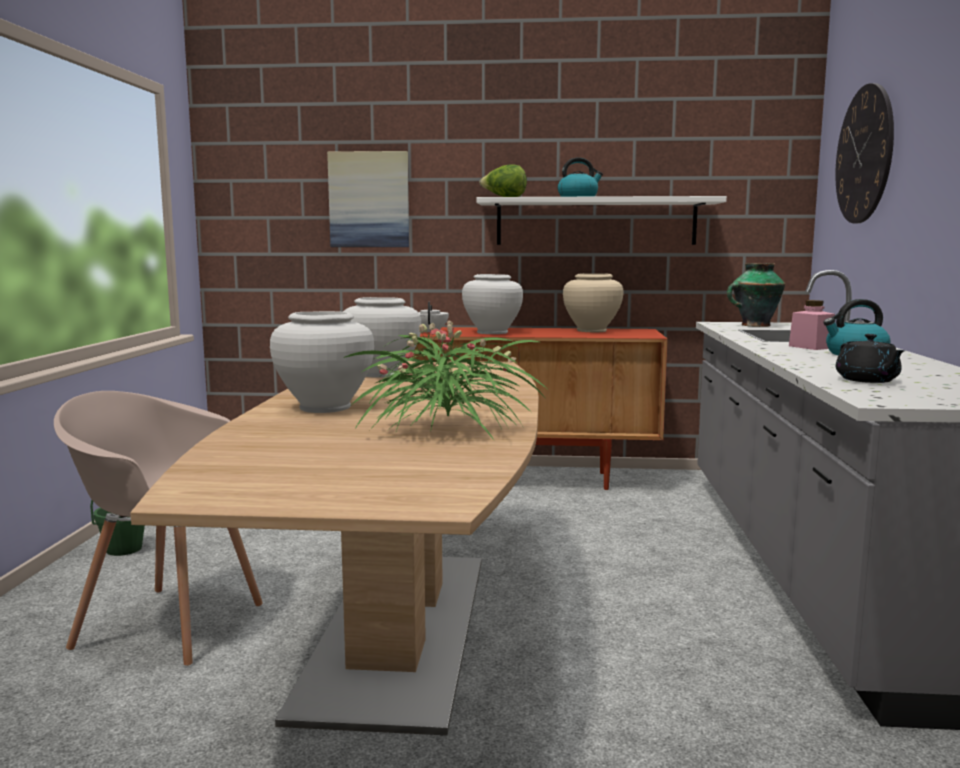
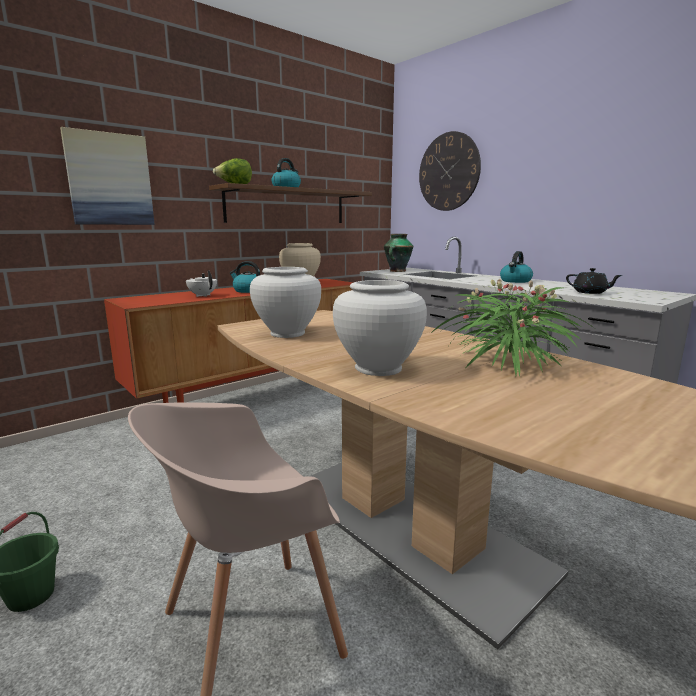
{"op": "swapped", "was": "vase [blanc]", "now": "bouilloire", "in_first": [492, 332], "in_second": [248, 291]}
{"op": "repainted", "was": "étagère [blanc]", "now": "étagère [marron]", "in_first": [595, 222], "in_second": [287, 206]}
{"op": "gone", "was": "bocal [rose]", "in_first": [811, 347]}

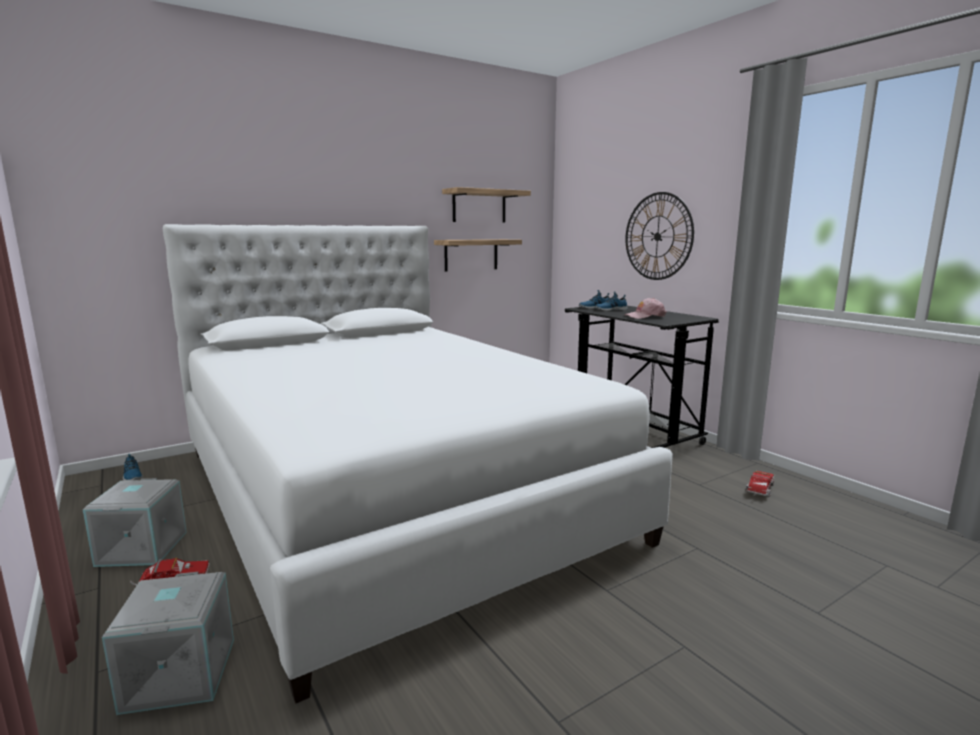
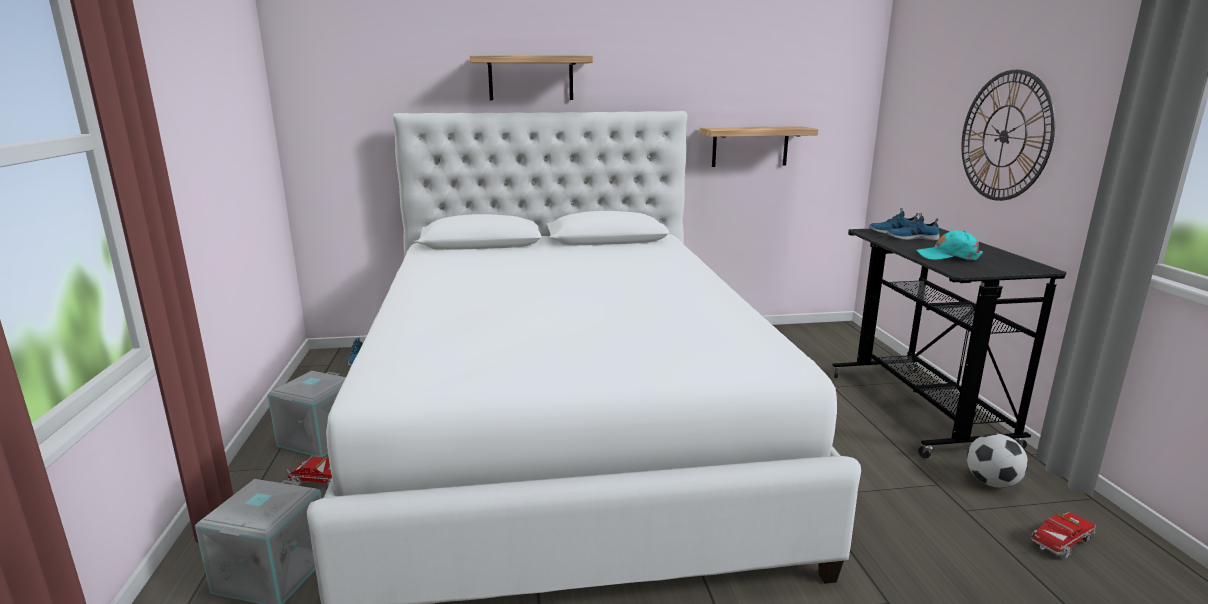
{"op": "shifted", "was": "étagère", "in_first": [479, 206], "in_second": [531, 78]}
{"op": "repainted", "was": "casquette [rose]", "now": "casquette [turquoise]", "in_first": [645, 316], "in_second": [948, 256]}
{"op": "new", "now": "ballon de foot", "in_second": [991, 483]}

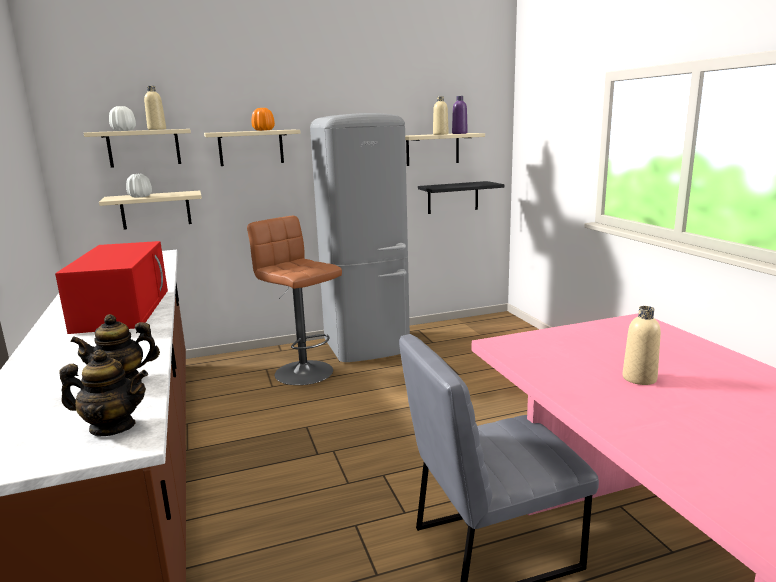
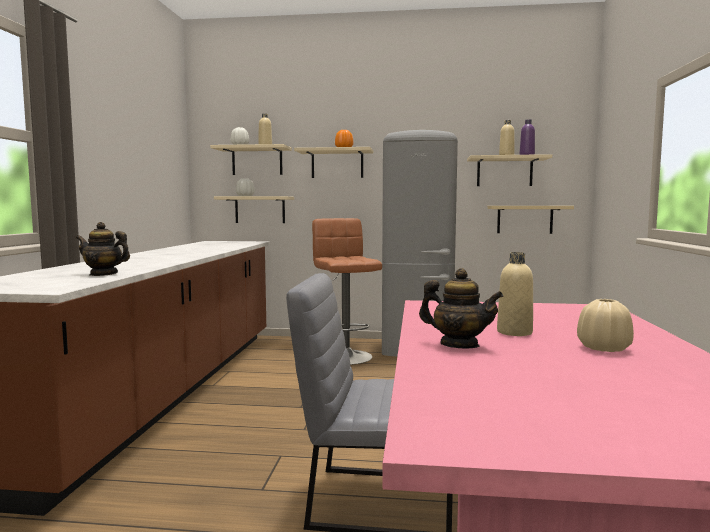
{"op": "gone", "was": "micro-ondes [rouge]", "in_first": [123, 309]}
{"op": "shifted", "was": "théière", "in_first": [112, 427], "in_second": [459, 345]}
{"op": "repainted", "was": "étagère [noir]", "now": "étagère [beige]", "in_first": [453, 197], "in_second": [524, 219]}
{"op": "new", "now": "vase [beige]", "in_second": [604, 348]}

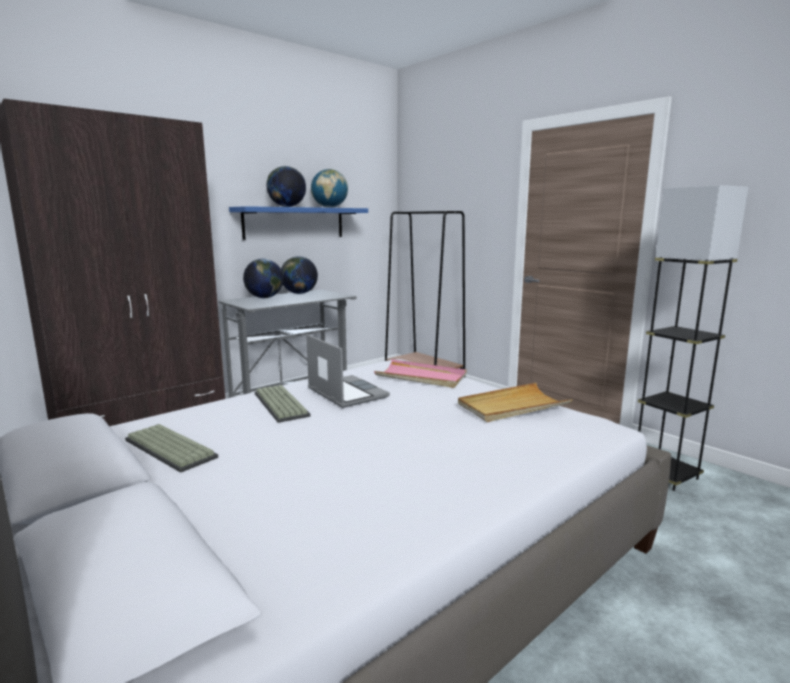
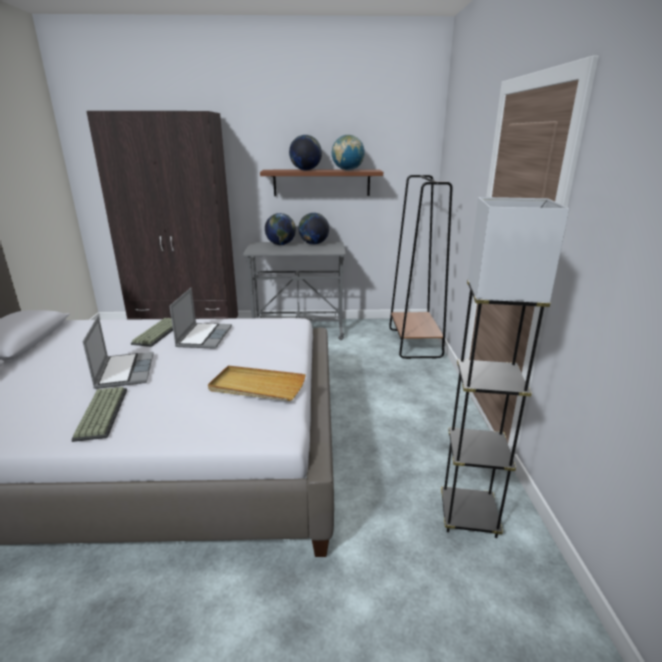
{"op": "shifted", "was": "clavier", "in_first": [167, 449], "in_second": [100, 413]}
{"op": "repainted", "was": "étagère [bleu]", "now": "étagère [marron]", "in_first": [294, 223], "in_second": [321, 182]}
{"op": "gone", "was": "plateau [rose]", "in_first": [421, 377]}
{"op": "new", "now": "ordinateur portable", "in_second": [124, 371]}

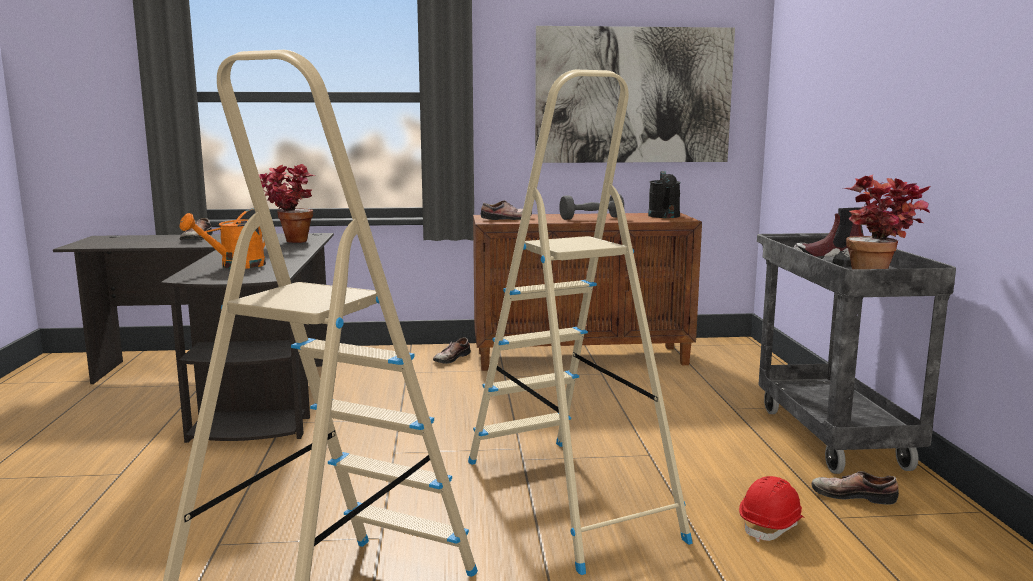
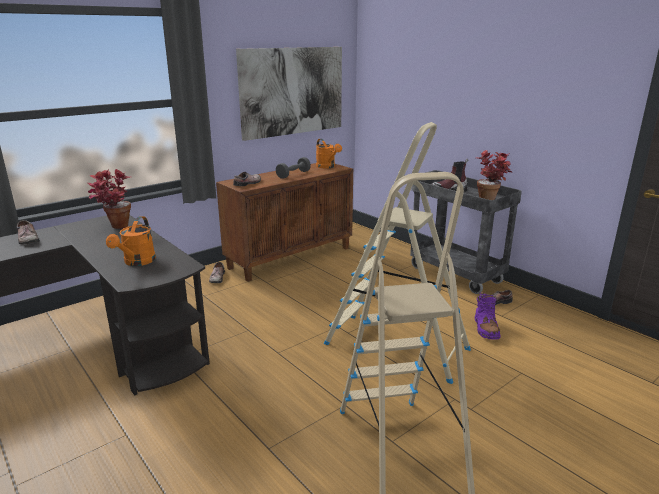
{"op": "repainted", "was": "arrosoir [noir]", "now": "arrosoir [orange]", "in_first": [664, 217], "in_second": [327, 167]}
{"op": "swapped", "was": "casque de chantier [rouge]", "now": "botte [violet]", "in_first": [772, 525], "in_second": [485, 329]}

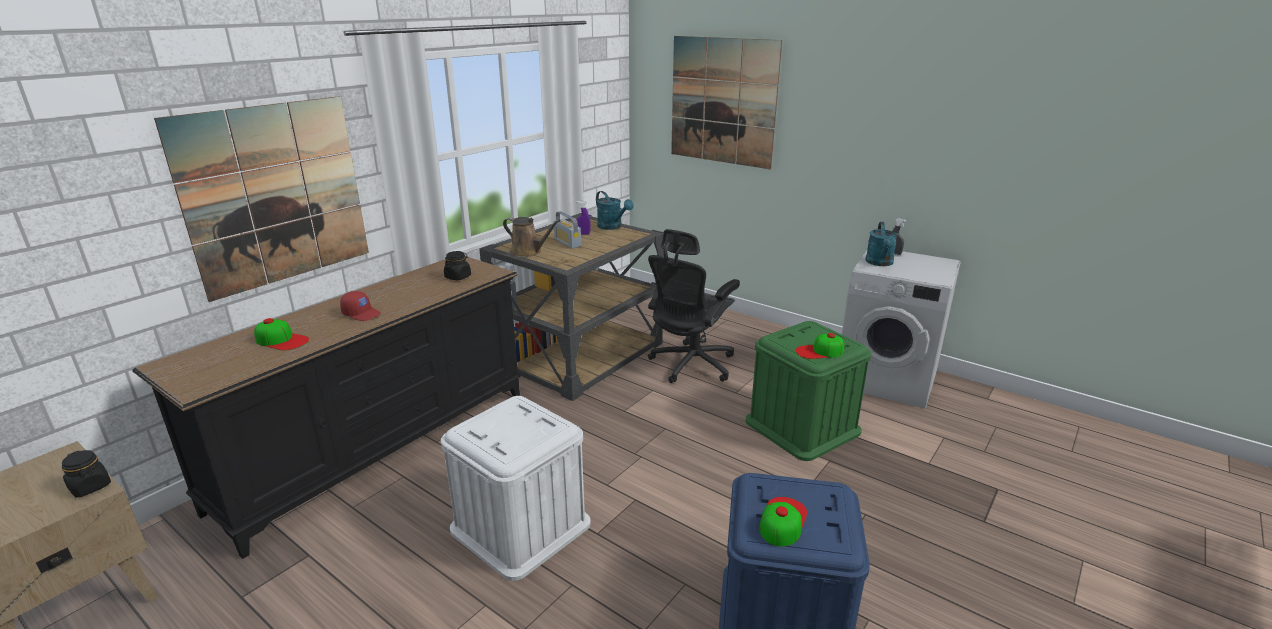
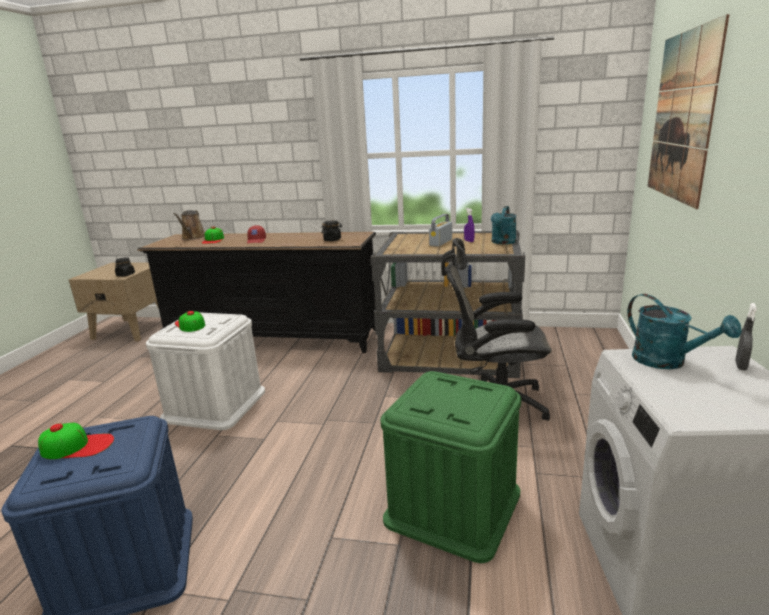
{"op": "gone", "was": "tableau", "in_first": [275, 194]}
{"op": "shifted", "was": "arrosoir [marron]", "in_first": [528, 252], "in_second": [193, 237]}
{"op": "shifted", "was": "casquette", "in_first": [819, 351], "in_second": [190, 324]}
{"op": "rotated", "was": "arrosoir [turquoise]", "in_first": [880, 263], "in_second": [667, 362], "clockwise": -105}

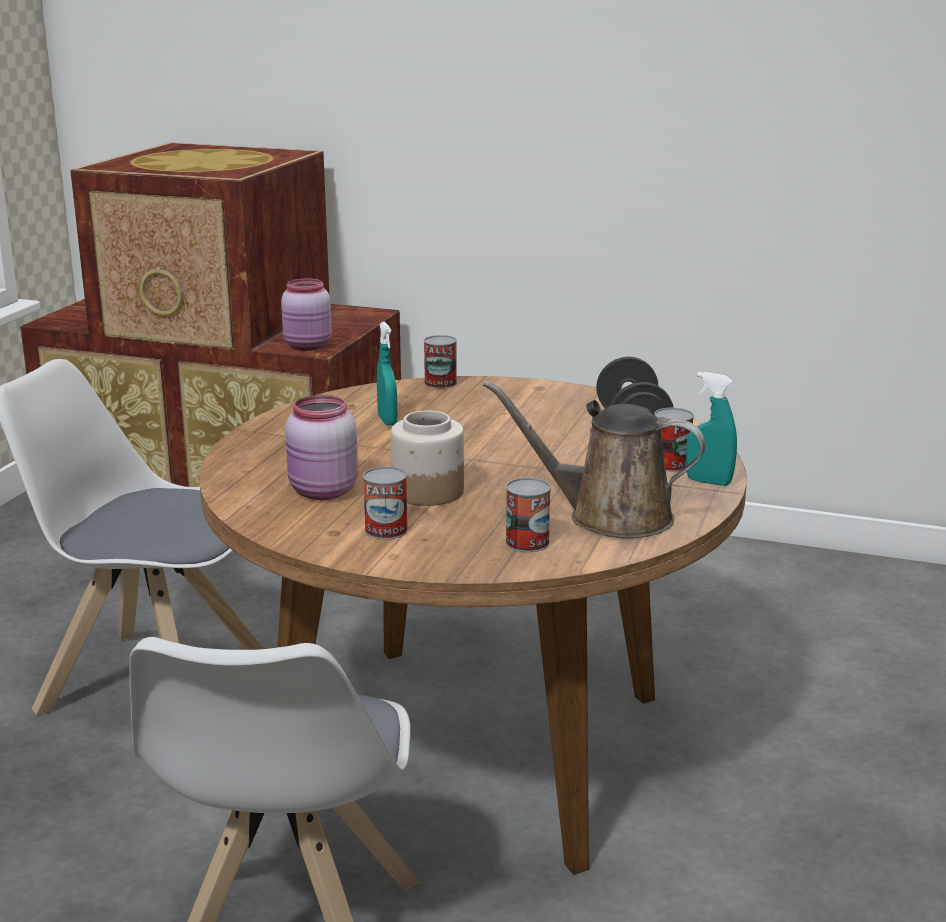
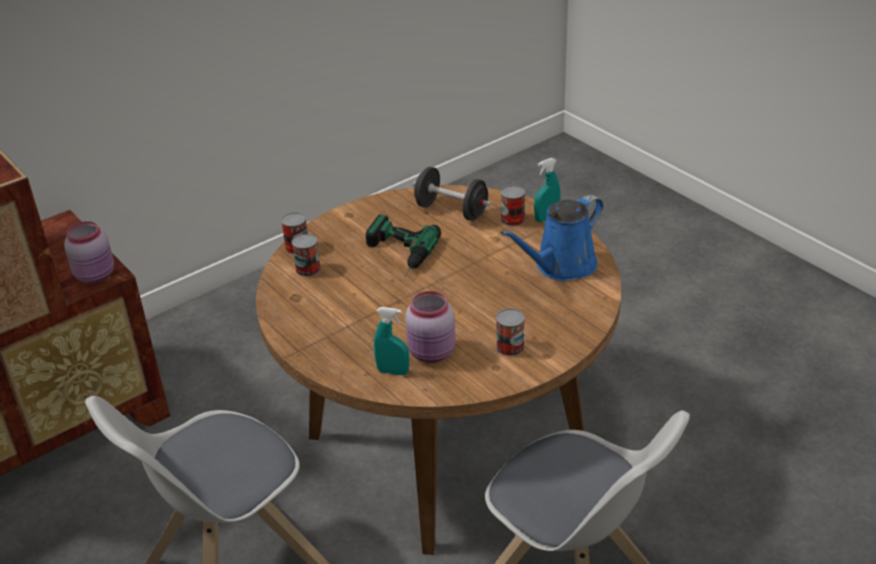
{"op": "shifted", "was": "vaporisateur [turquoise]", "in_first": [387, 421], "in_second": [393, 371]}
{"op": "gone", "was": "bocal", "in_first": [427, 492]}
{"op": "repainted", "was": "arrosoir [marron]", "now": "arrosoir [bleu]", "in_first": [609, 517], "in_second": [561, 266]}
{"op": "shifted", "was": "boîte métallique", "in_first": [527, 542], "in_second": [308, 269]}
{"op": "new", "now": "perceuse", "in_second": [396, 254]}

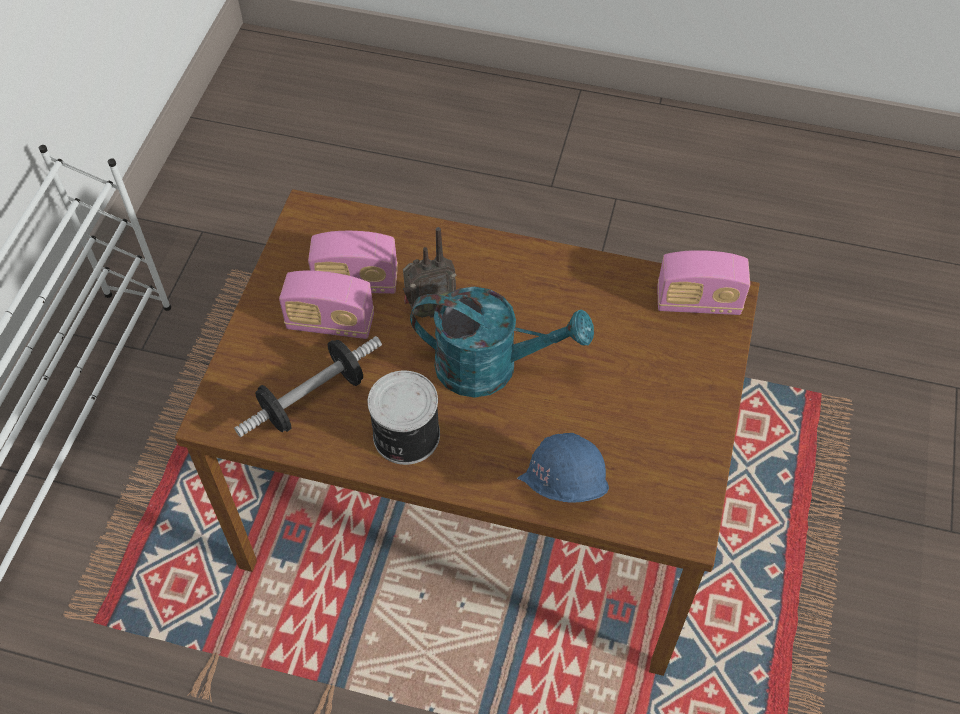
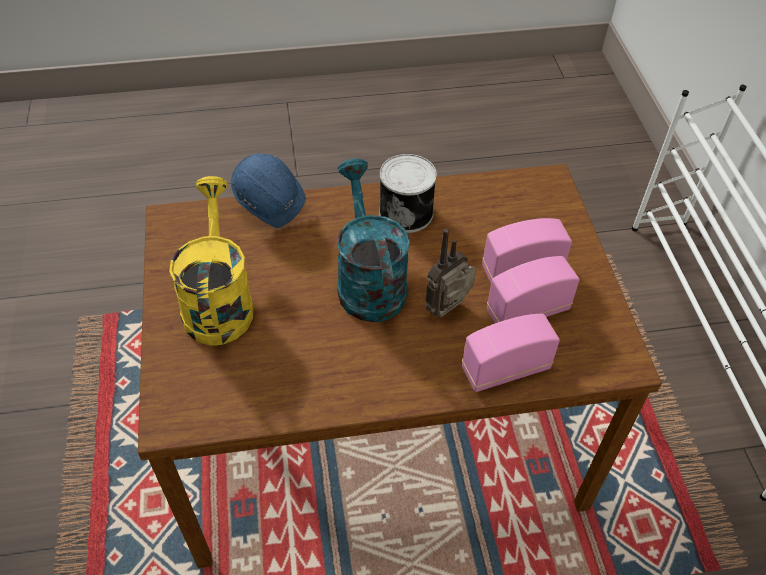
{"op": "gone", "was": "haltère", "in_first": [313, 399]}
{"op": "rotated", "was": "arrosoir [turquoise]", "in_first": [491, 367], "in_second": [368, 280], "clockwise": 90}
{"op": "shifted", "was": "radio", "in_first": [698, 302], "in_second": [505, 369]}
{"op": "new", "now": "arrosoir [jaune]", "in_second": [218, 301]}

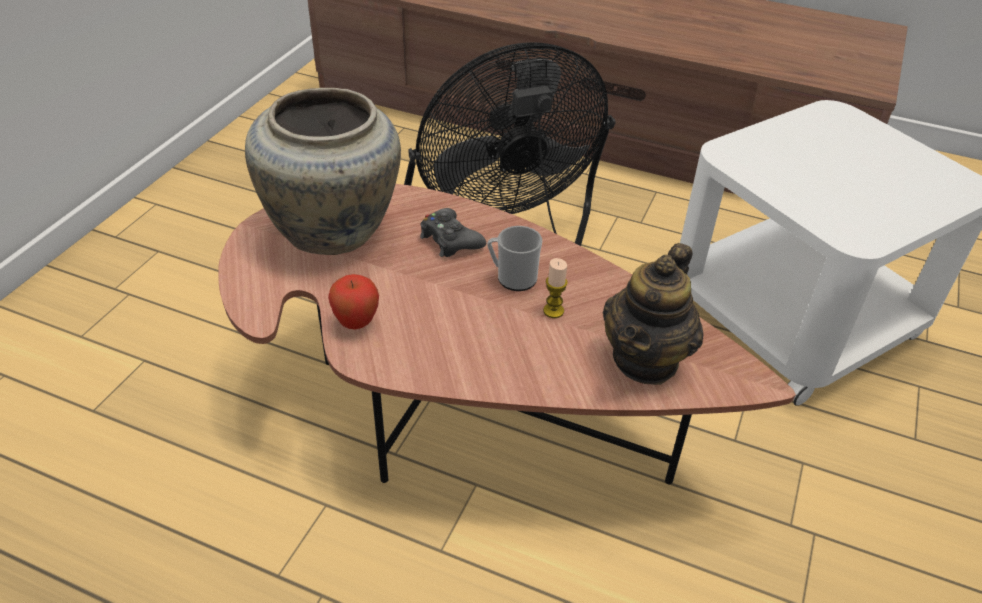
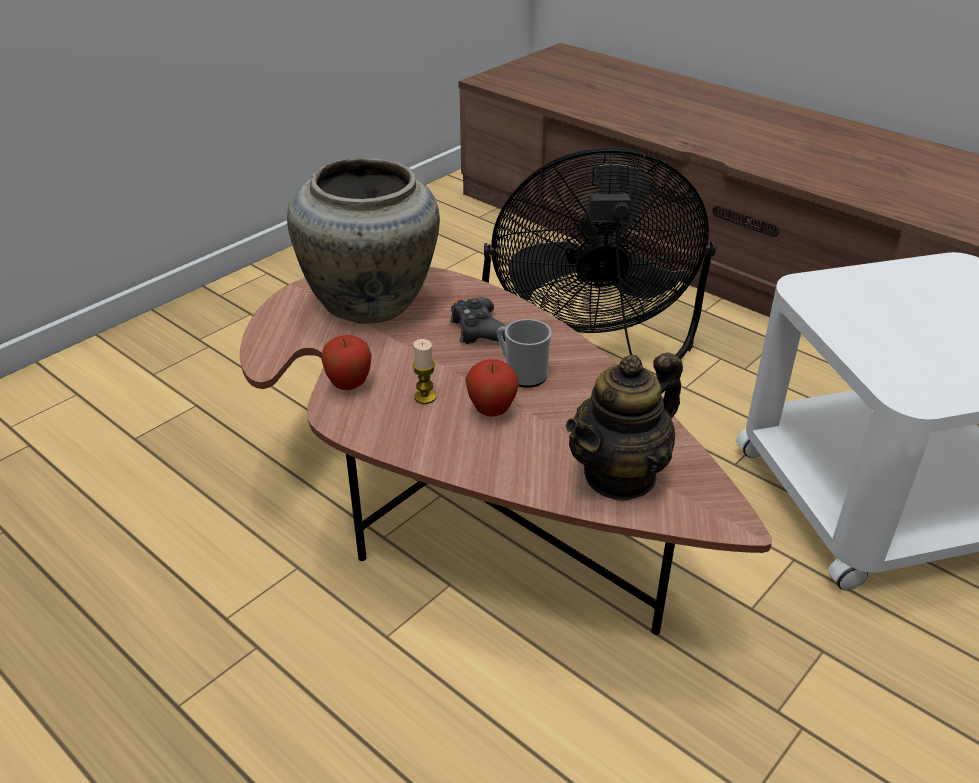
{"op": "shifted", "was": "bougie", "in_first": [553, 311], "in_second": [425, 397]}
{"op": "new", "now": "pomme", "in_second": [492, 411]}

